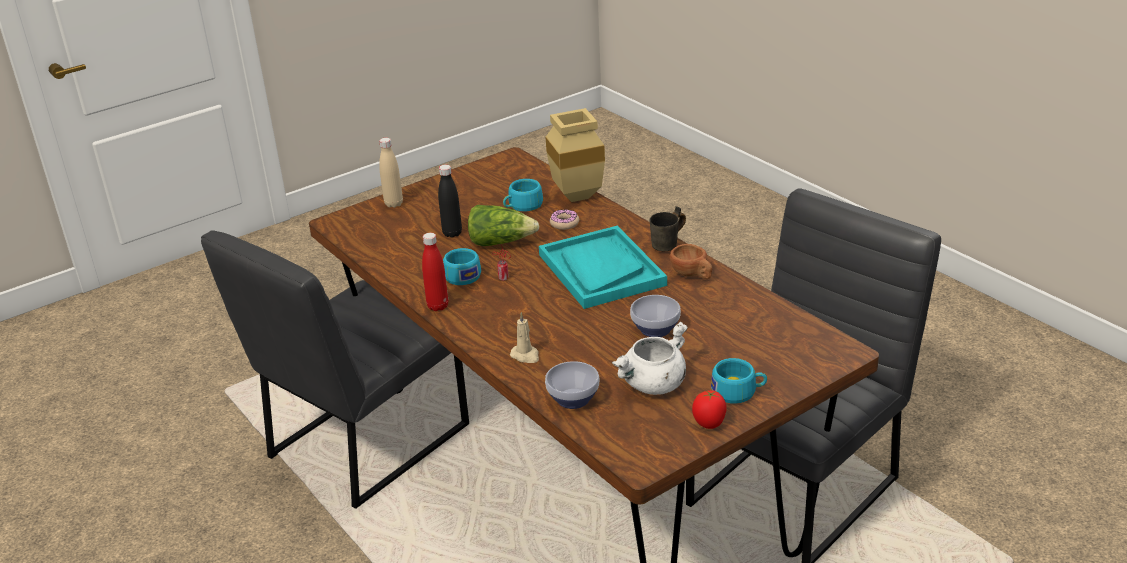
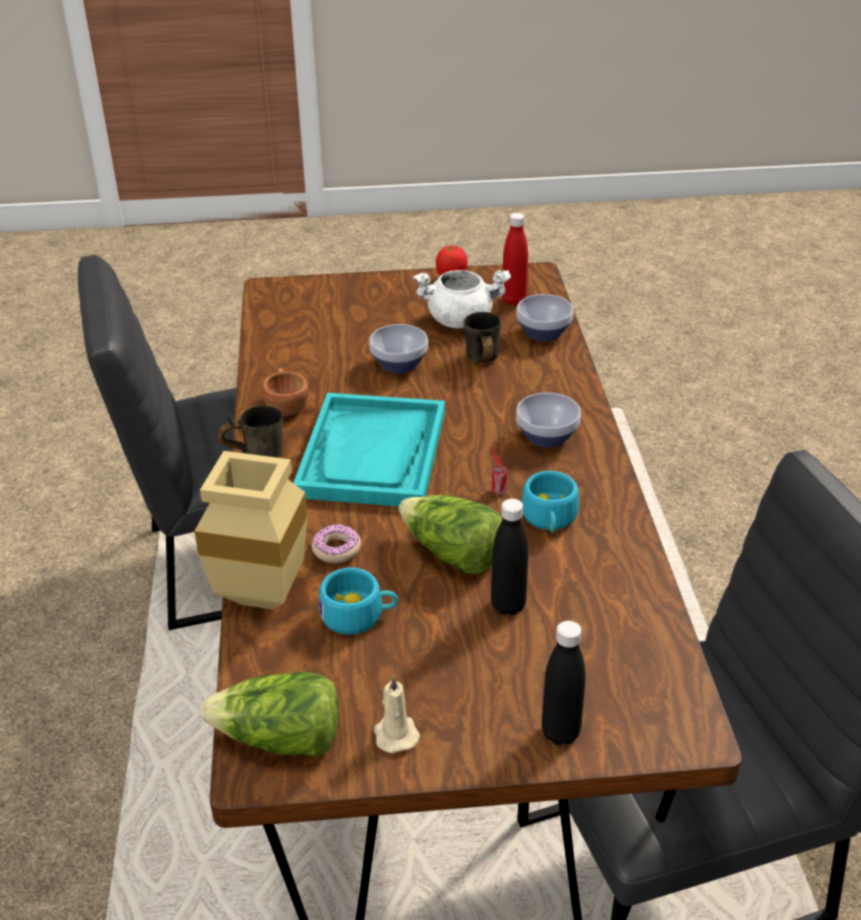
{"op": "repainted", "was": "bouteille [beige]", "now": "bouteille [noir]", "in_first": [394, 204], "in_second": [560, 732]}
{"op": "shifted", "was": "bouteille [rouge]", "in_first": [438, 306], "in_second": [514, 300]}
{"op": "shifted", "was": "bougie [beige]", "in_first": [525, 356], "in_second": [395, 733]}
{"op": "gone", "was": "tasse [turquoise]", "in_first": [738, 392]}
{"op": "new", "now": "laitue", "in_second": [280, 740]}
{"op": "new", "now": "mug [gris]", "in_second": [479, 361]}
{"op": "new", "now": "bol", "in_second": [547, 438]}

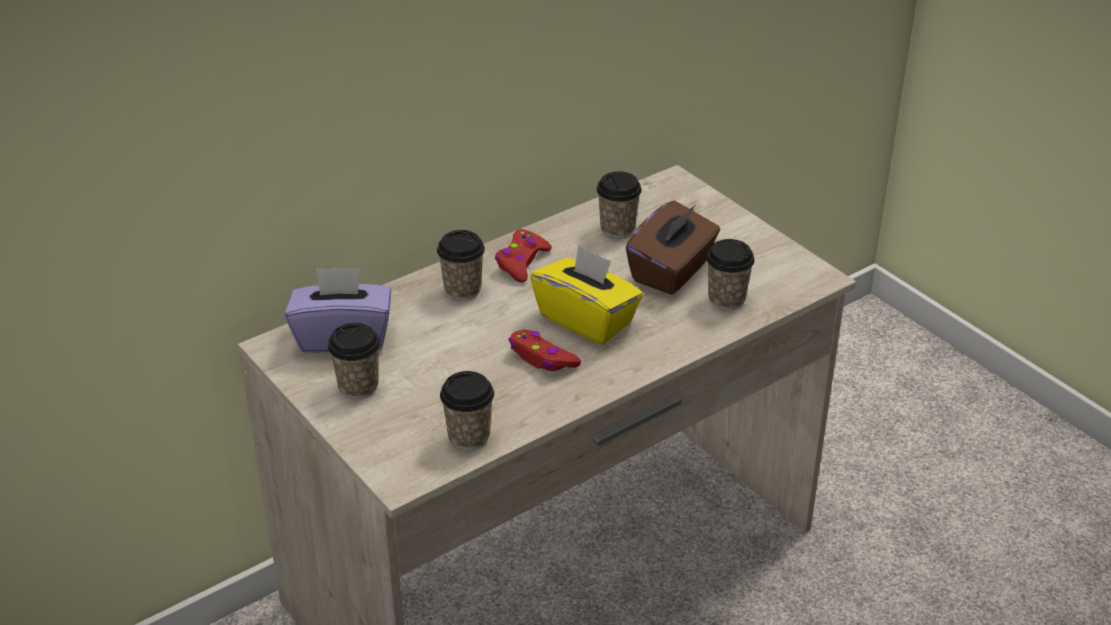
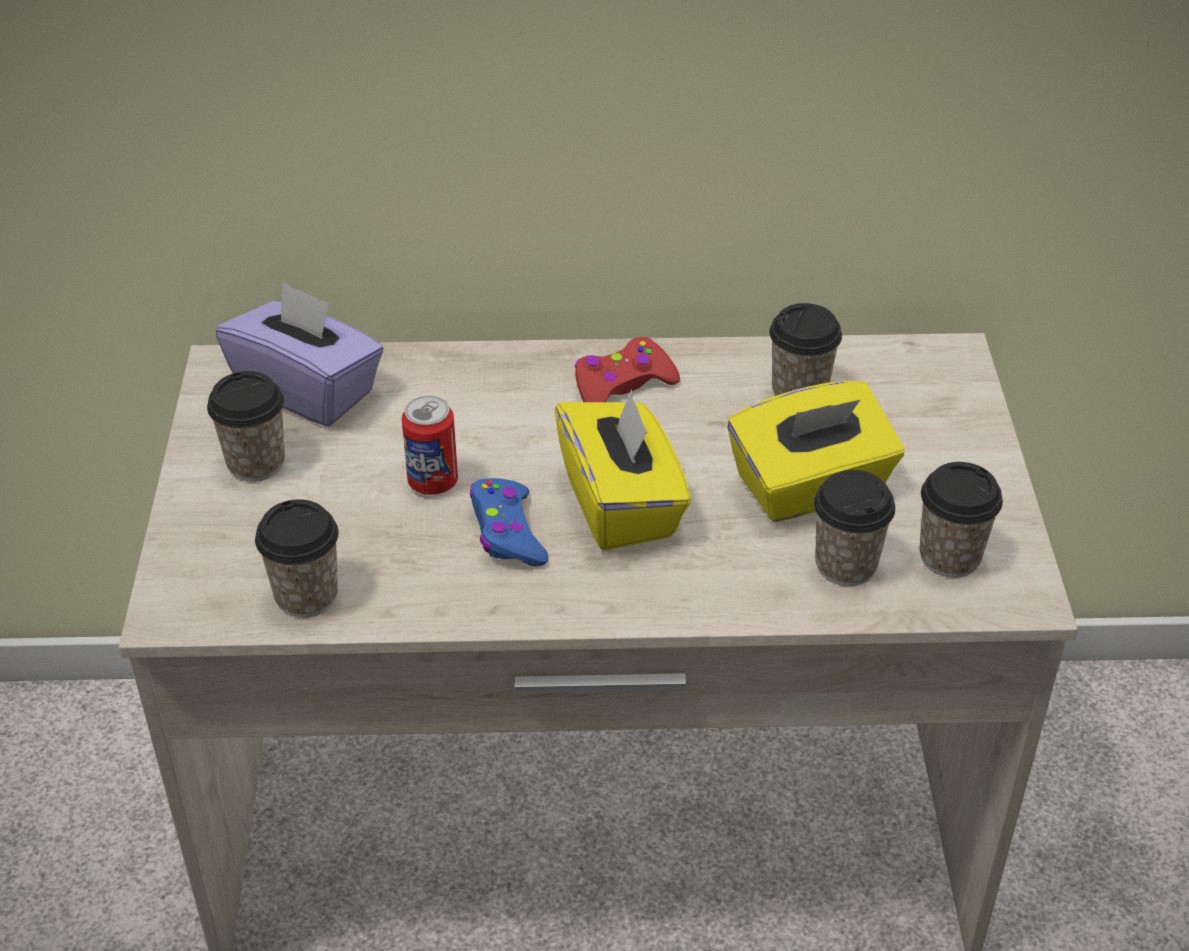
{"op": "shifted", "was": "tasse", "in_first": [462, 290], "in_second": [949, 557]}
{"op": "repainted", "was": "manette [rouge]", "now": "manette [bleu]", "in_first": [542, 358], "in_second": [507, 532]}
{"op": "repainted", "was": "boîte à mouchoirs [marron]", "now": "boîte à mouchoirs [jaune]", "in_first": [672, 271], "in_second": [811, 488]}
{"op": "new", "now": "boîte métallique", "in_second": [433, 482]}

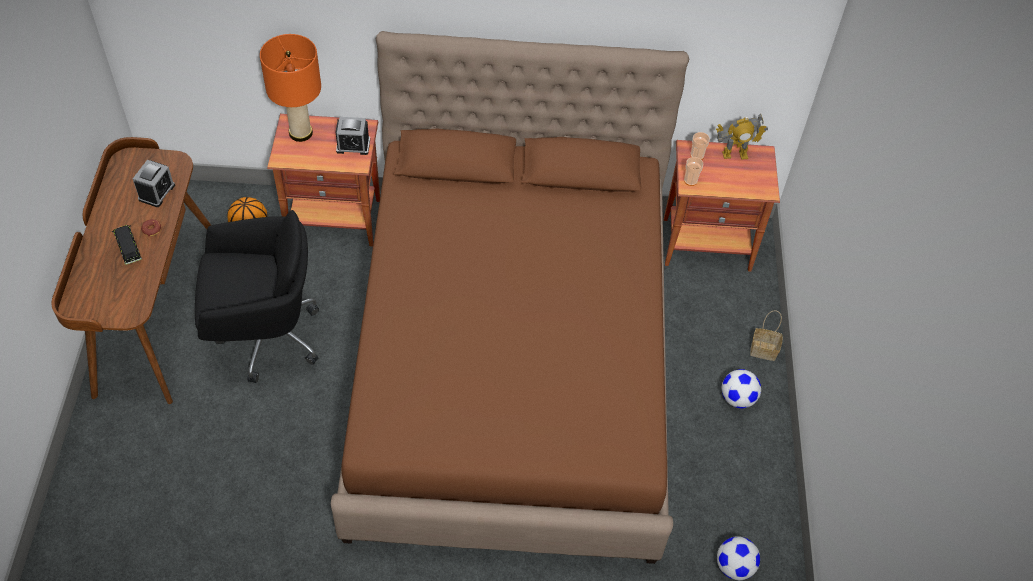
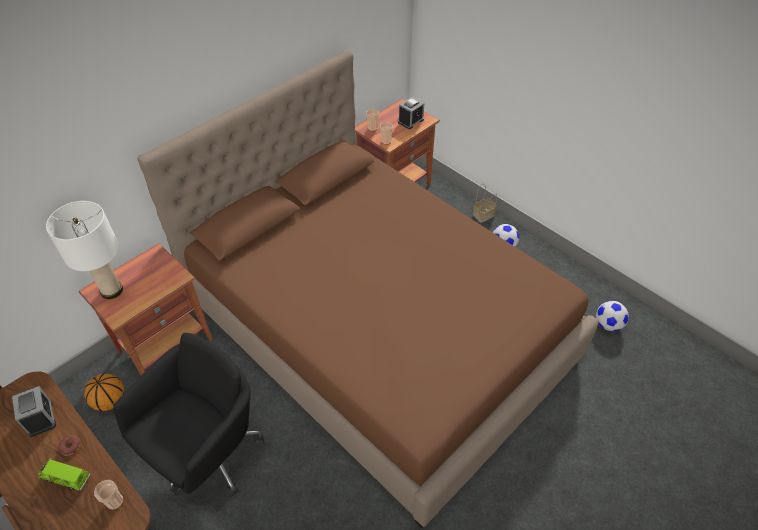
{"op": "repainted", "was": "petite voiture [noir]", "now": "petite voiture [vert]", "in_first": [128, 249], "in_second": [66, 478]}
{"op": "repainted", "was": "lampe de table [orange]", "now": "lampe de table [blanc]", "in_first": [301, 132], "in_second": [111, 290]}
{"op": "shifted", "was": "réveil", "in_first": [353, 145], "in_second": [411, 121]}
{"op": "gone", "was": "robot jouet", "in_first": [735, 154]}
{"op": "new", "now": "tasse", "in_second": [115, 501]}

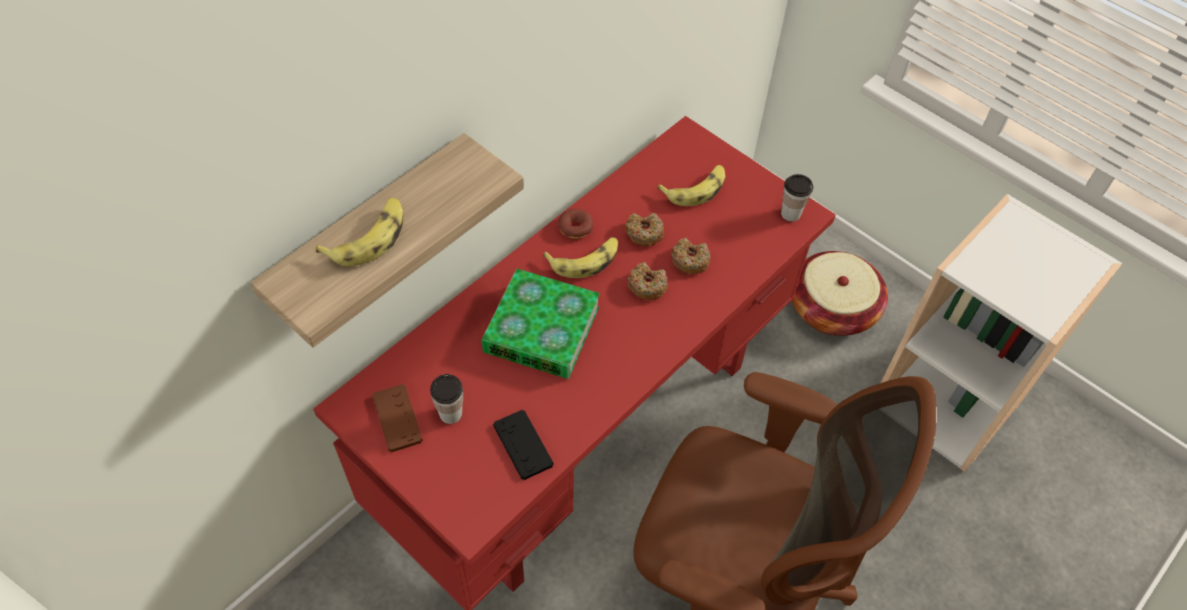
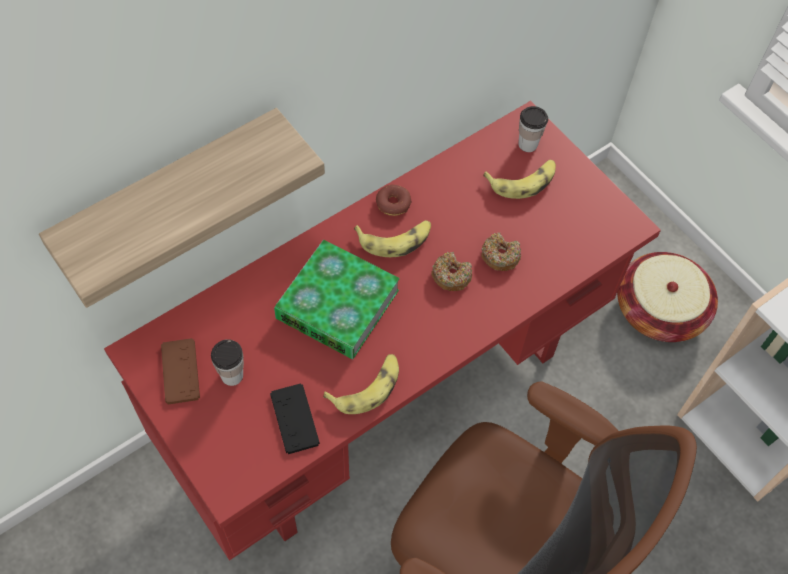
{"op": "shifted", "was": "banane", "in_first": [369, 238], "in_second": [367, 387]}
{"op": "gone", "was": "beignet", "in_first": [644, 233]}
{"op": "shifted", "was": "tasse", "in_first": [790, 214], "in_second": [528, 144]}

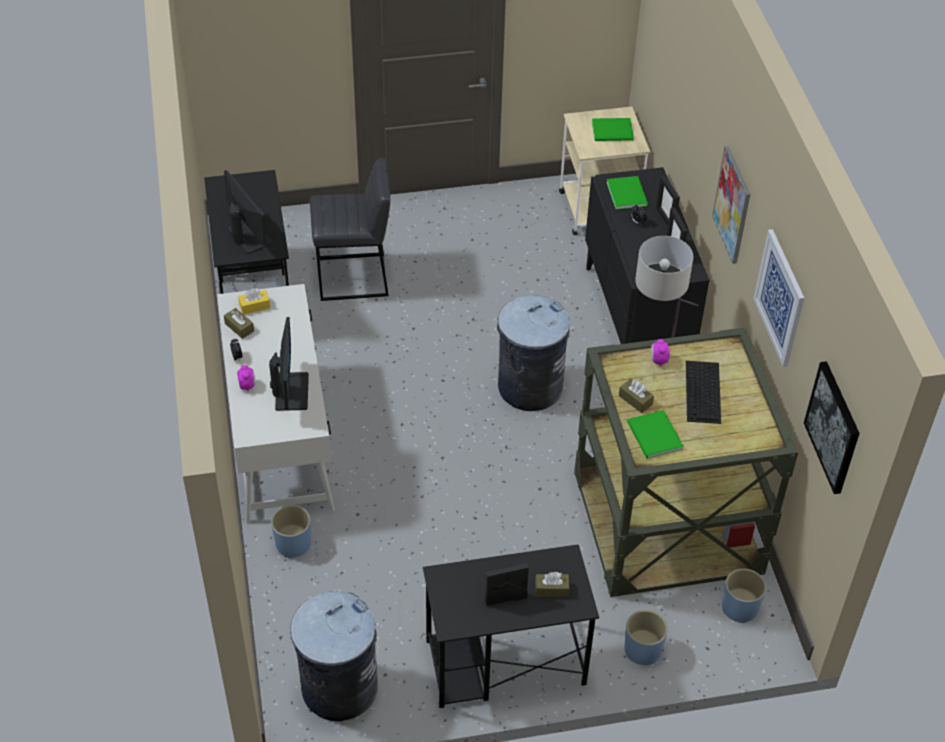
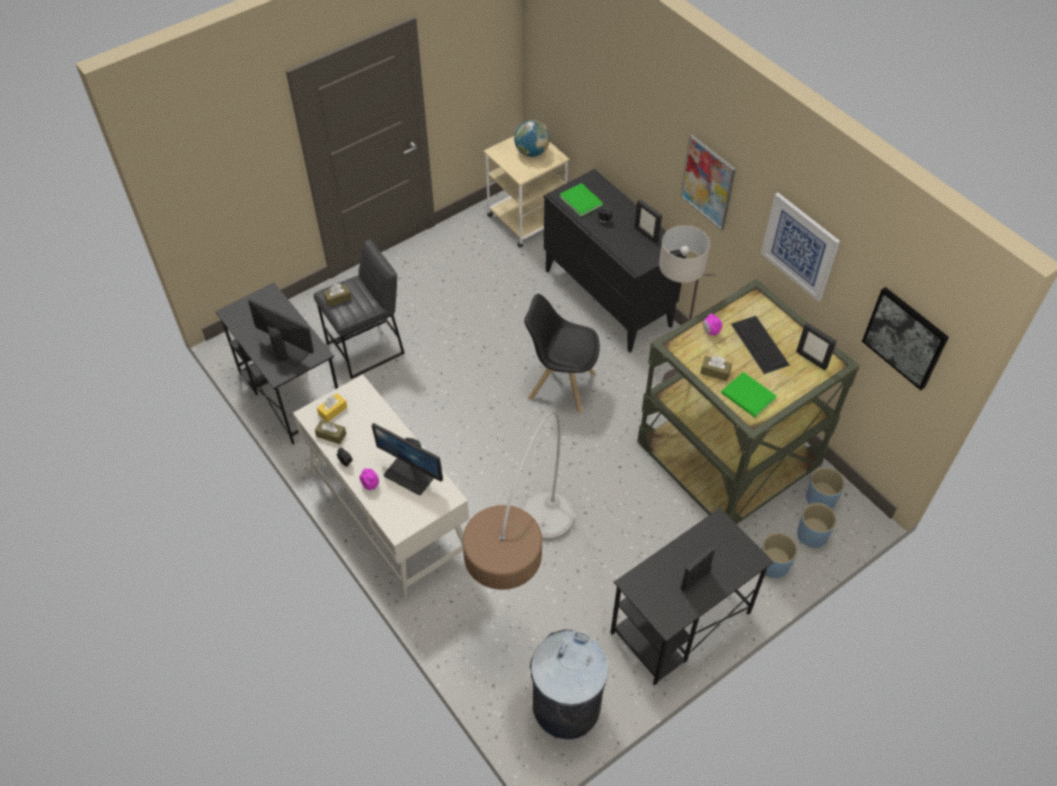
{"op": "rotated", "was": "écran d'ordinateur", "in_first": [290, 391], "in_second": [411, 474], "clockwise": 150}
{"op": "shifted", "was": "cache-pot [bleu]", "in_first": [293, 543], "in_second": [812, 534]}
{"op": "swapped", "was": "poubelle [gris]", "now": "chaise [noir]", "in_first": [529, 387], "in_second": [561, 386]}
{"op": "shifted", "was": "boîte à mouchoirs [marron]", "in_first": [551, 589], "in_second": [338, 299]}
{"op": "swapped", "was": "livre [vert]", "now": "globe", "in_first": [613, 131], "in_second": [531, 152]}
{"op": "shifted", "was": "cadre photo", "in_first": [666, 218], "in_second": [812, 359]}
{"op": "new", "now": "lampadaire", "in_second": [523, 579]}

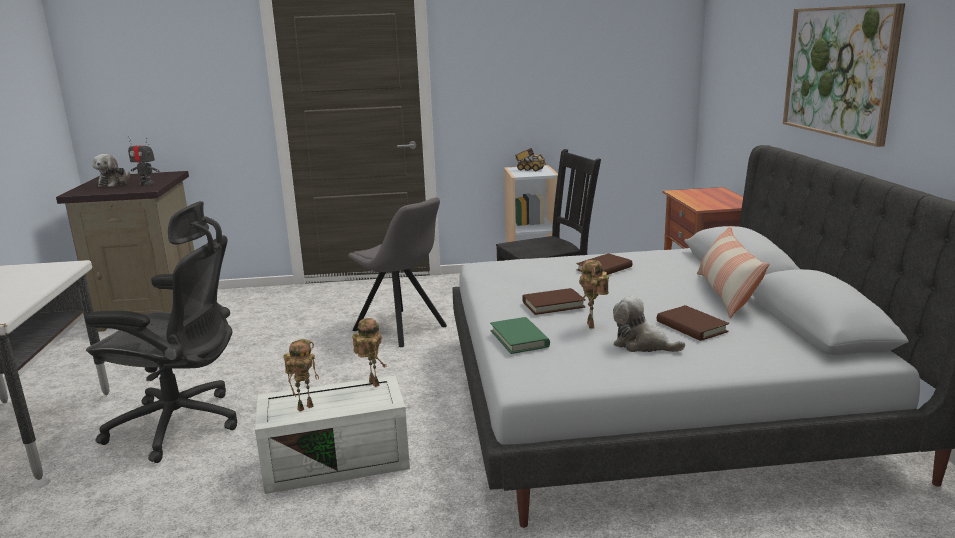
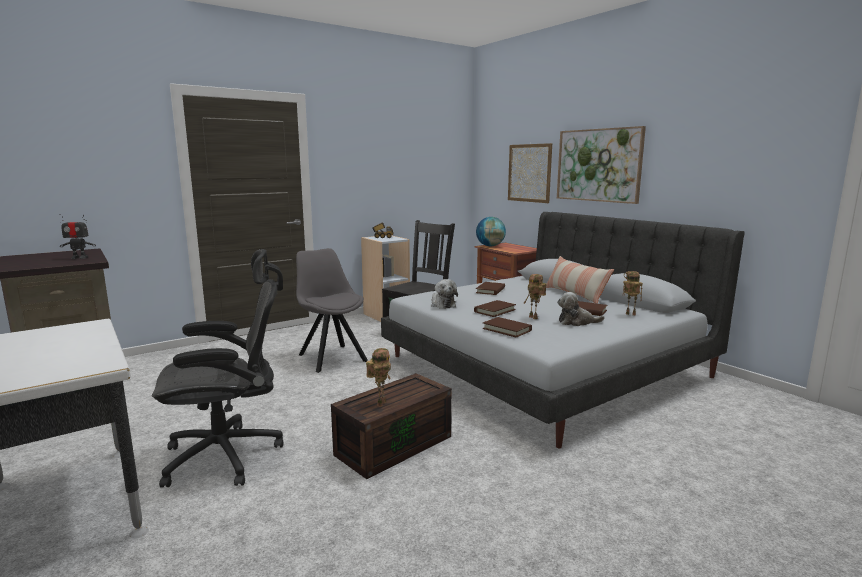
{"op": "shifted", "was": "peluche", "in_first": [114, 183], "in_second": [442, 304]}
{"op": "repainted", "was": "boîte de rangement [blanc]", "now": "boîte de rangement [marron]", "in_first": [338, 460], "in_second": [394, 444]}
{"op": "rotated", "was": "chaise [gris]", "in_first": [401, 328], "in_second": [331, 358], "clockwise": -135}
{"op": "shifted", "was": "robot jouet", "in_first": [372, 383], "in_second": [629, 314]}
{"op": "repainted", "was": "livre [vert]", "now": "livre [marron]", "in_first": [519, 339], "in_second": [507, 329]}
{"op": "new", "now": "globe", "in_second": [490, 246]}
{"op": "new", "now": "tableau", "in_second": [529, 172]}

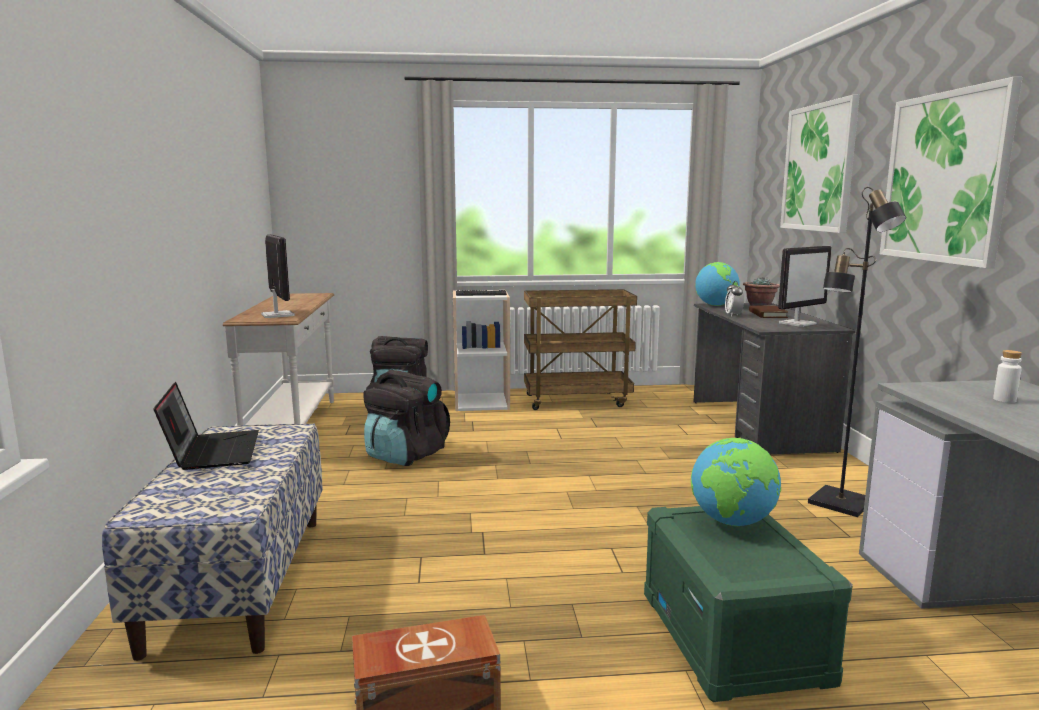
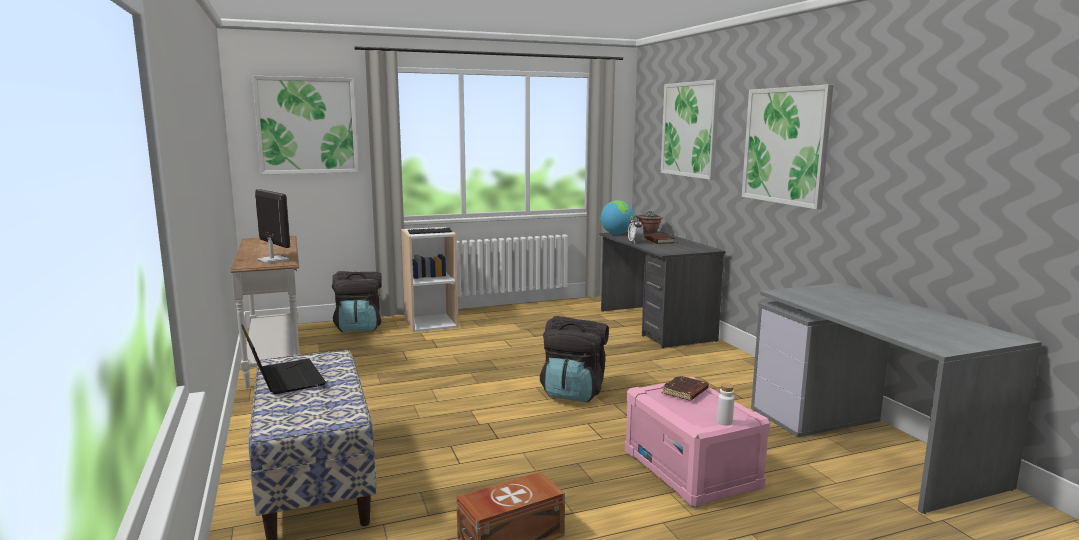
{"op": "shifted", "was": "sac à dos [noir]", "in_first": [405, 455], "in_second": [574, 392]}
{"op": "gone", "was": "chariot [marron]", "in_first": [577, 400]}
{"op": "repainted", "was": "boîte de rangement [vert]", "now": "boîte de rangement [rose]", "in_first": [734, 638], "in_second": [692, 469]}
{"op": "swapped", "was": "globe", "now": "livre [marron]", "in_first": [732, 522], "in_second": [685, 392]}
{"op": "gone", "was": "écran d'ordinateur", "in_first": [797, 323]}
{"op": "gone", "was": "lampadaire [noir]", "in_first": [840, 502]}
{"op": "shifted", "was": "bouteille [blanc]", "in_first": [1004, 400], "in_second": [724, 422]}
{"op": "new", "now": "tableau", "in_second": [307, 125]}

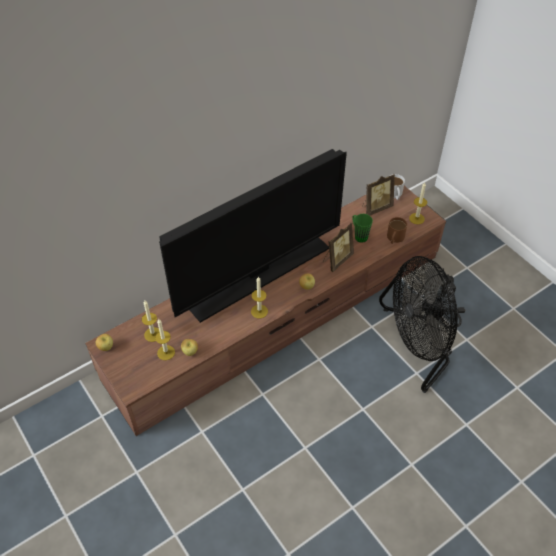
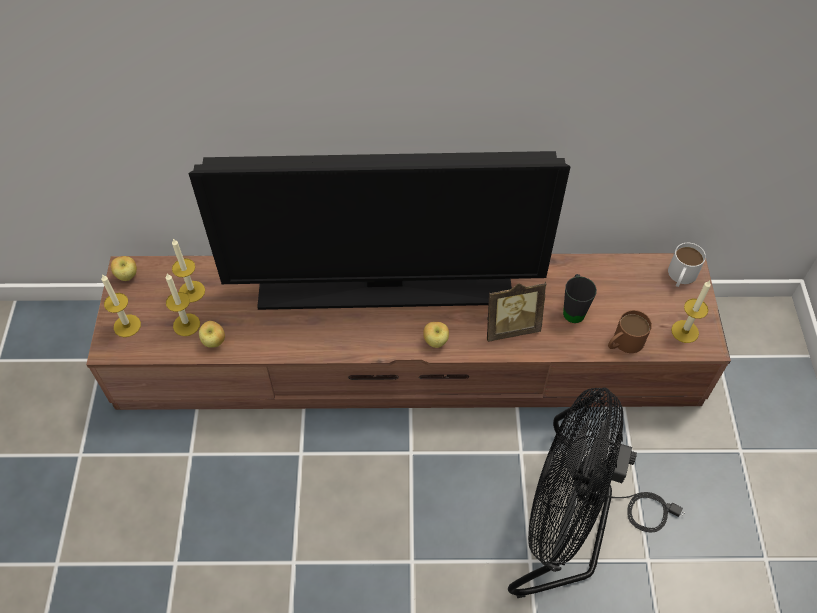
{"op": "shifted", "was": "bougie", "in_first": [259, 311], "in_second": [127, 325]}
{"op": "repainted", "was": "mug [vert]", "now": "mug [noir]", "in_first": [359, 235], "in_second": [573, 309]}
{"op": "gone", "was": "cadre photo", "in_first": [376, 208]}

